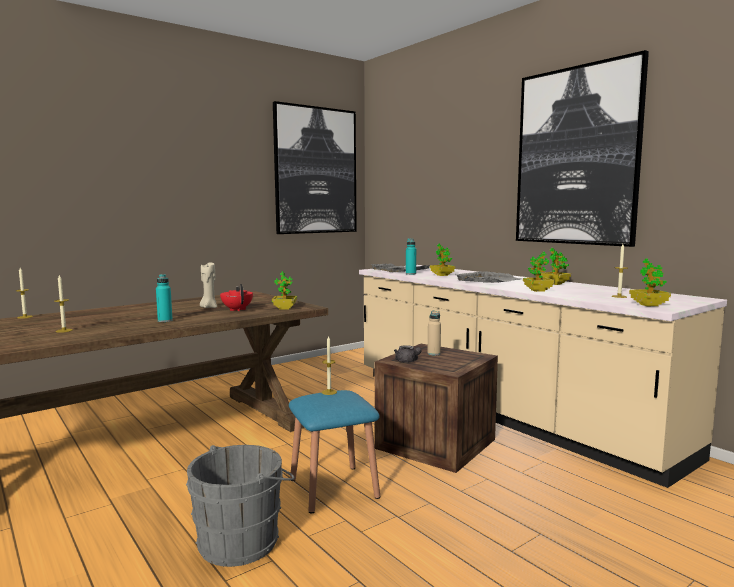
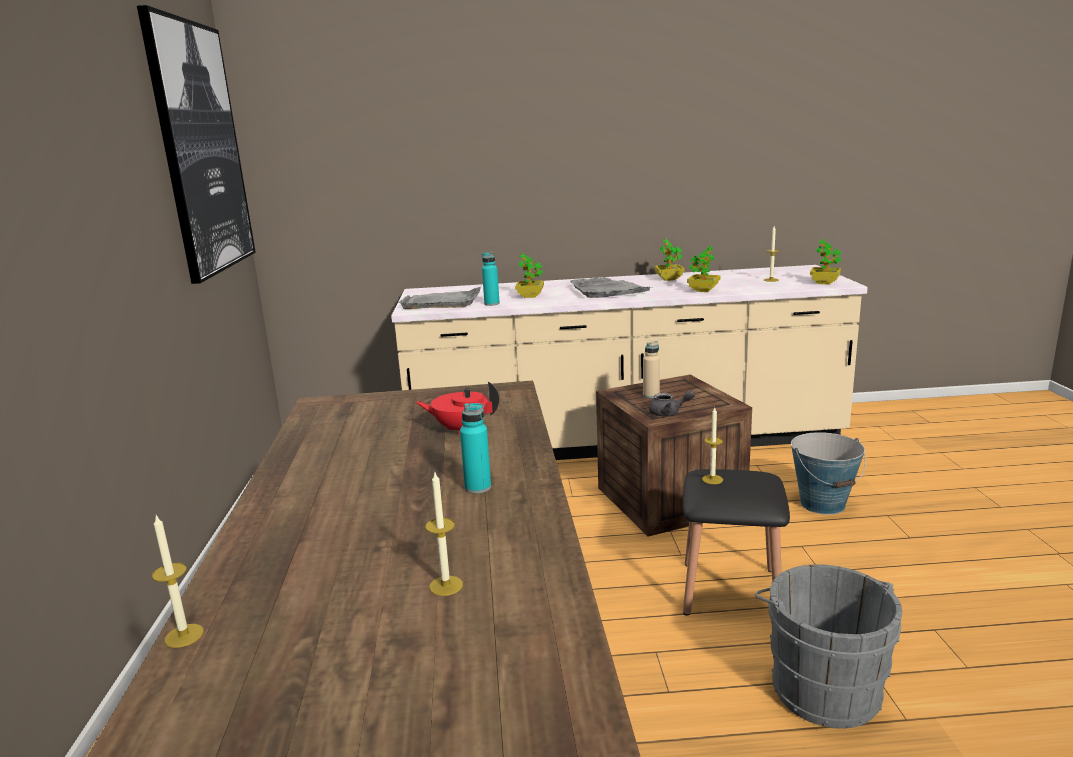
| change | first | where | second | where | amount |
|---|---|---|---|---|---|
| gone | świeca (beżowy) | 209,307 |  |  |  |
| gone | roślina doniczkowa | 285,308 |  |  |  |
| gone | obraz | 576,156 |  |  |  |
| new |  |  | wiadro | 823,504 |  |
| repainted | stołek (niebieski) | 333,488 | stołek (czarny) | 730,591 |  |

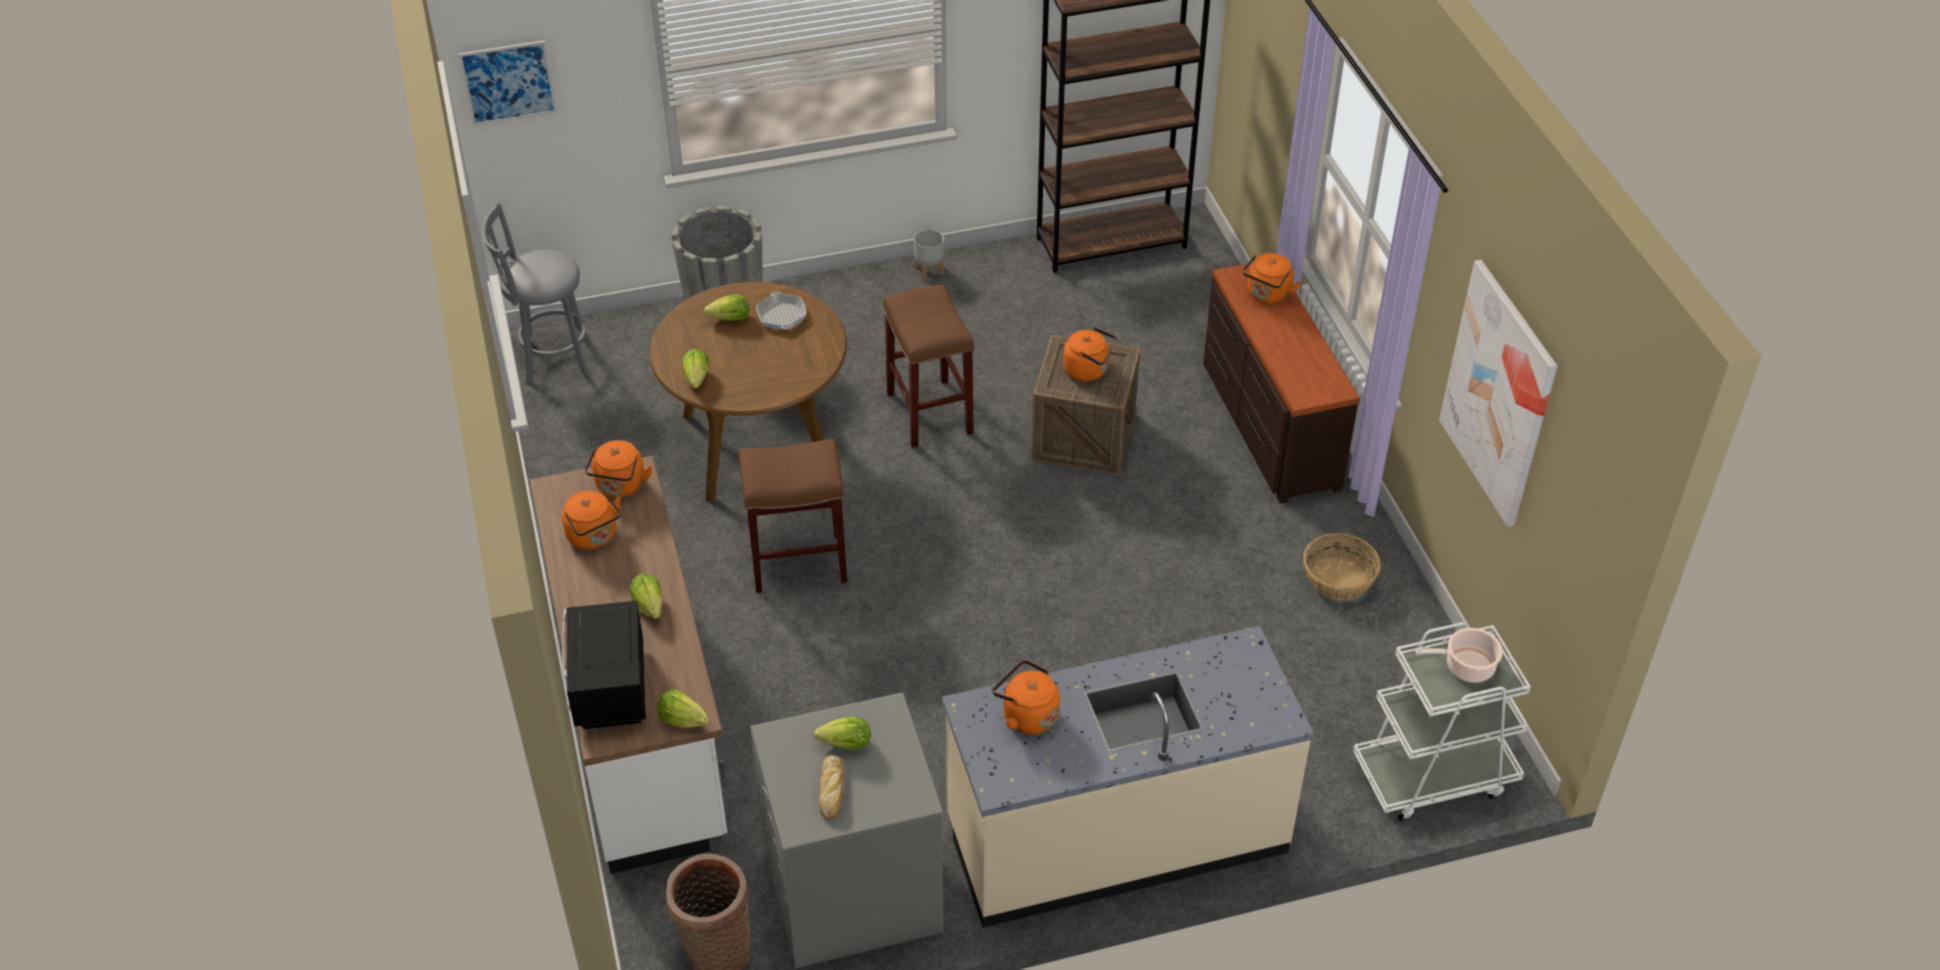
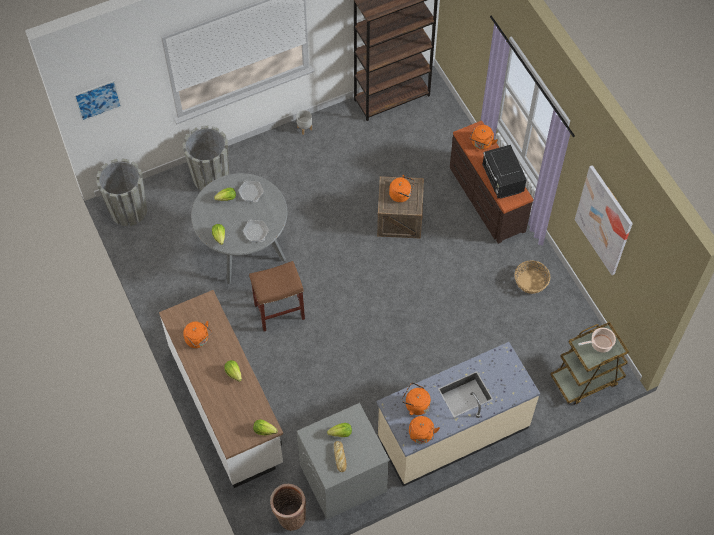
| change | first | where | second | where | amount |
|---|---|---|---|---|---|
| gone | stołek (brązowy) | 930,414 |  |  |  |
| new |  |  | patelnia | 256,232 |  |
| shifted | mikrofalówka (czarny) | 609,689 |  | 502,180 |  |
| shifted | czajnik (pomarańczowy) | 620,487 |  | 421,435 |  |
| swapped | stołek (szary) | 551,358 | donica (szary) | 128,210 |  |
| repainted | stół jadalny (brązowy) | 758,445 | stół jadalny (szary) | 244,247 |  |
| repainted | wózek (biały) | 1433,775 | wózek (brązowy) | 586,379 |  |

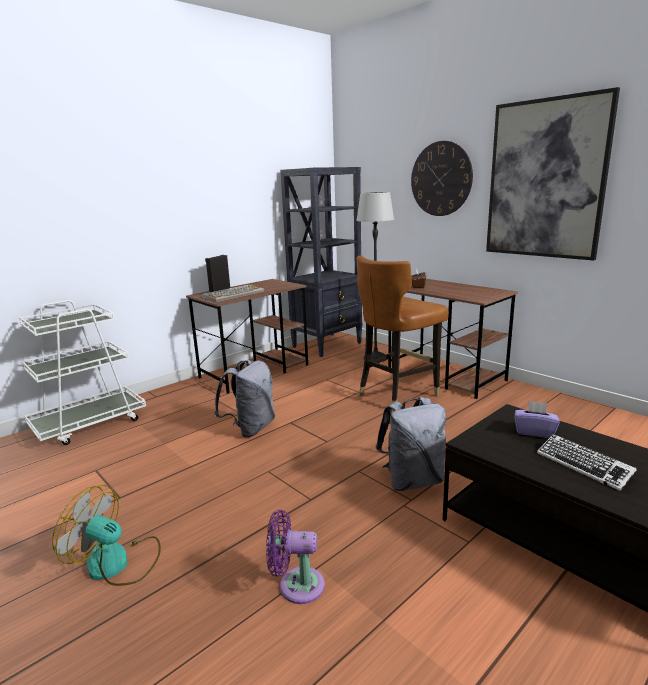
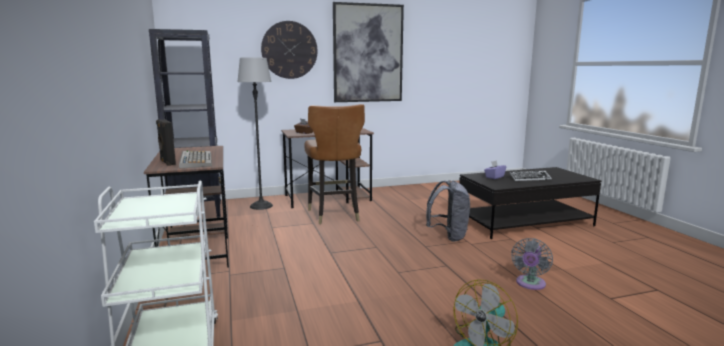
| change | first | where | second | where | amount |
|---|---|---|---|---|---|
| gone | plecak (szary) | 251,428 |  |  |  |
| repainted | wentylator (fioletowy) | 296,585 | wentylator (szary) | 530,284 |  |

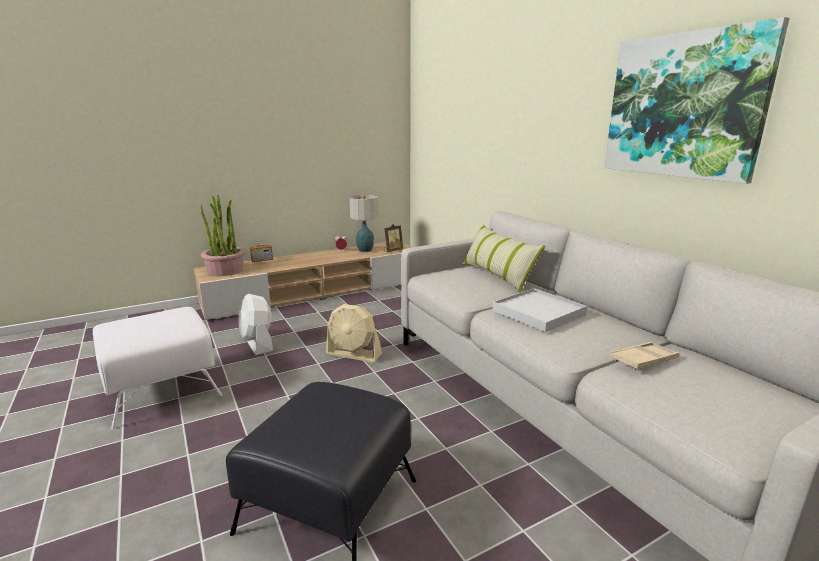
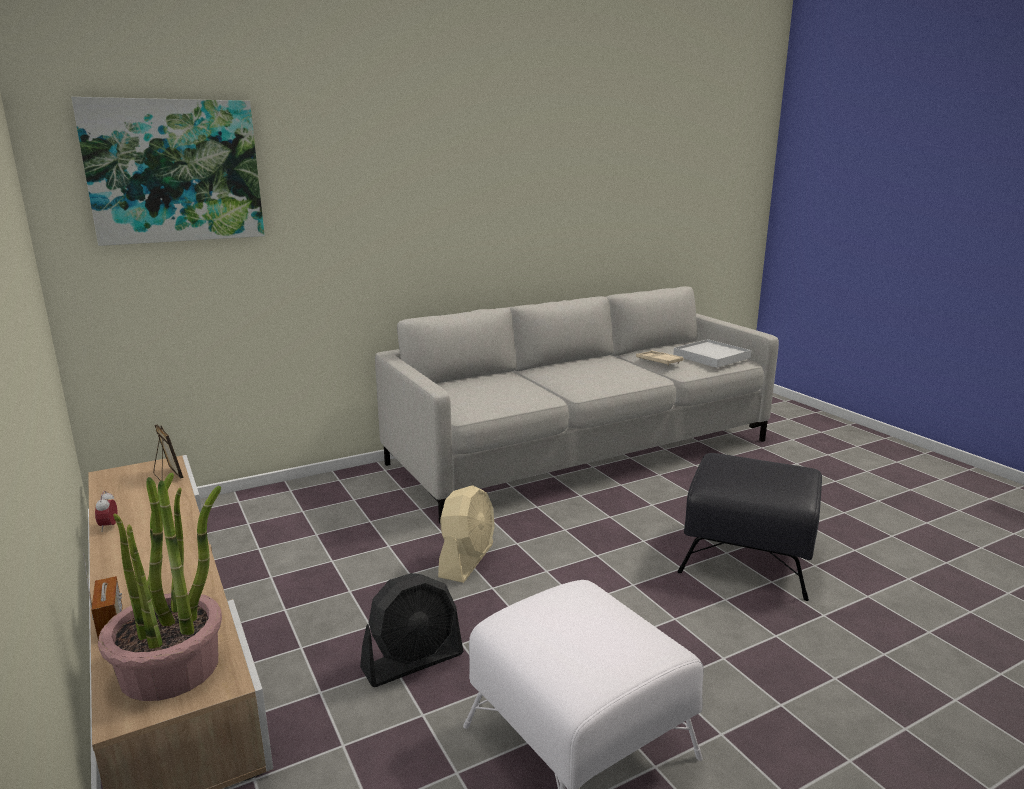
| change | first | where | second | where | amount |
|---|---|---|---|---|---|
| gone | lampa stołowa | 365,250 |  |  |  |
| gone | poduszka | 497,275 |  |  |  |
| shifted | taca (biały) | 539,313 |  | 711,356 |  |
| shifted | obraz | 683,106 |  | 174,171 |  |
| repainted | wentylator (biały) | 257,343 | wentylator (czarny) | 413,661 |  |

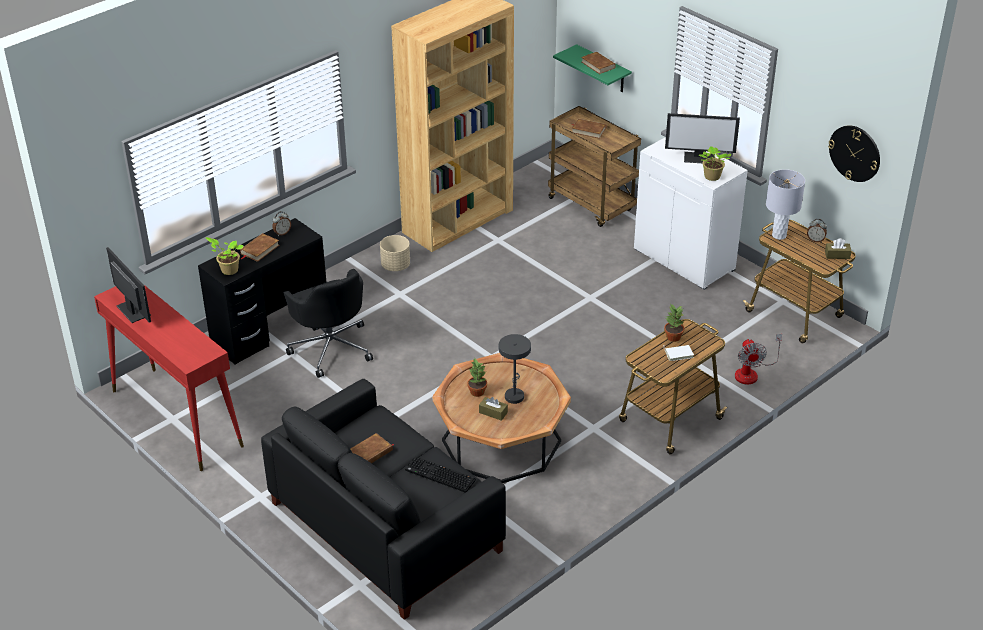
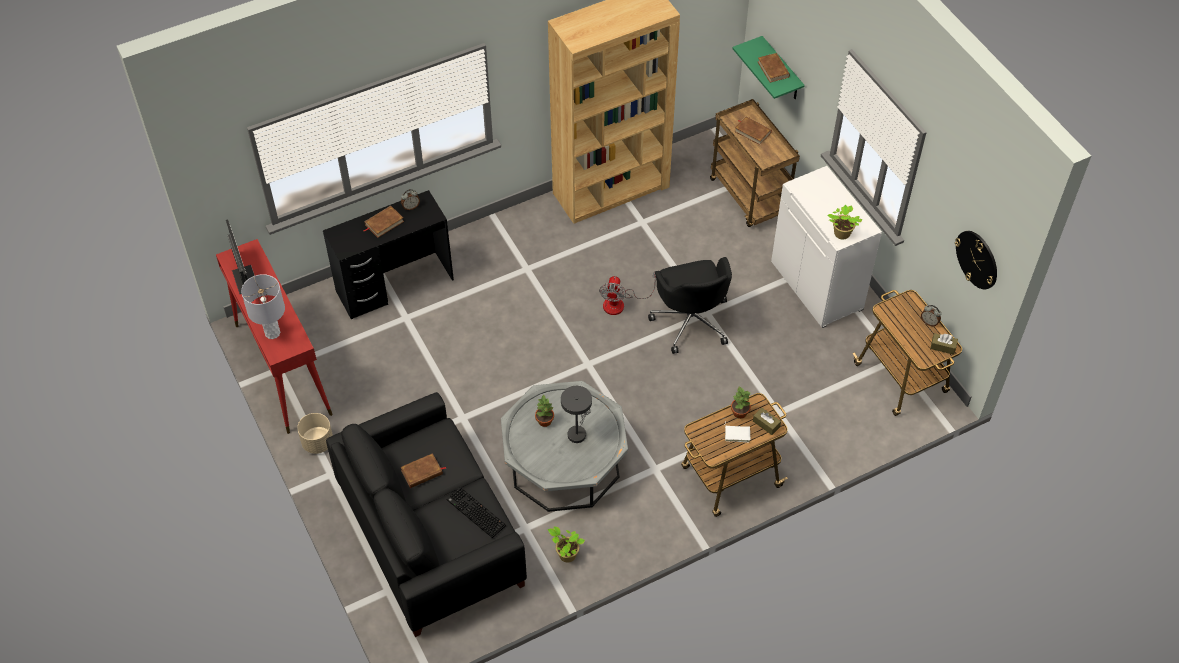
| change | first | where | second | where | amount |
|---|---|---|---|---|---|
| gone | monitor | 700,157 |  |  |  |
| shifted | roślina doniczkowa | 228,270 |  | 566,554 |  |
| shifted | krzesło biurowe (czarny) | 331,347 |  | 691,320 |  |
| shifted | donica (beżowy) | 396,266 |  | 318,442 |  |
| shifted | pudełko chusteczek (brązowy) | 493,412 |  | 766,424 |  |
| shifted | wentylator | 751,372 |  | 620,303 |  |
| shifted | lampa stołowa (szary) | 779,235 |  | 272,333 |  |
| repainted | ława (brązowy) | 501,441 | ława (szary) | 564,464 |  |

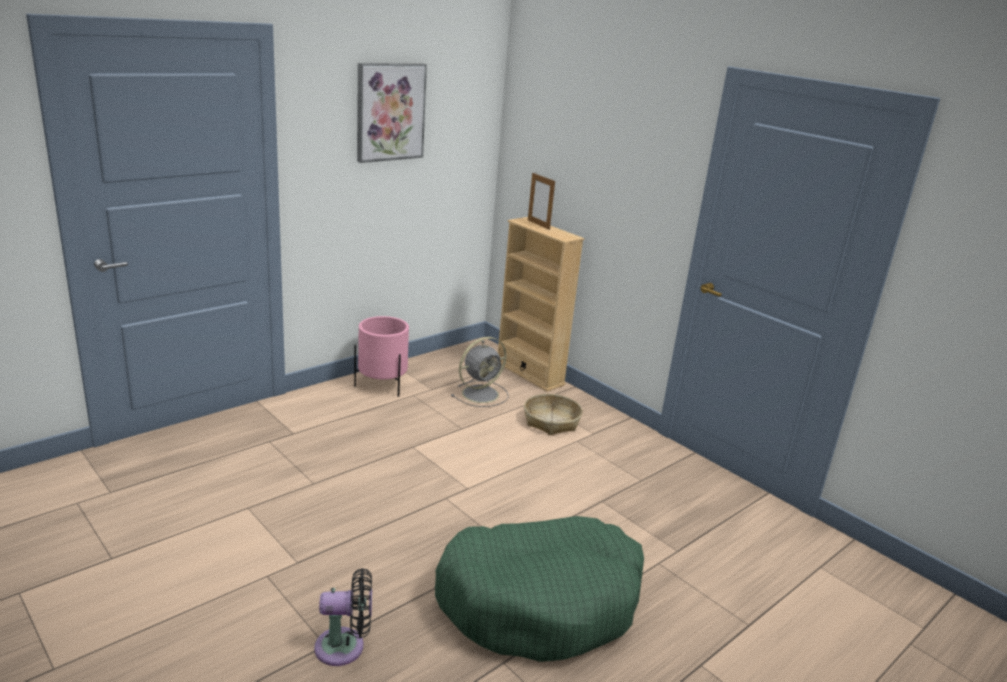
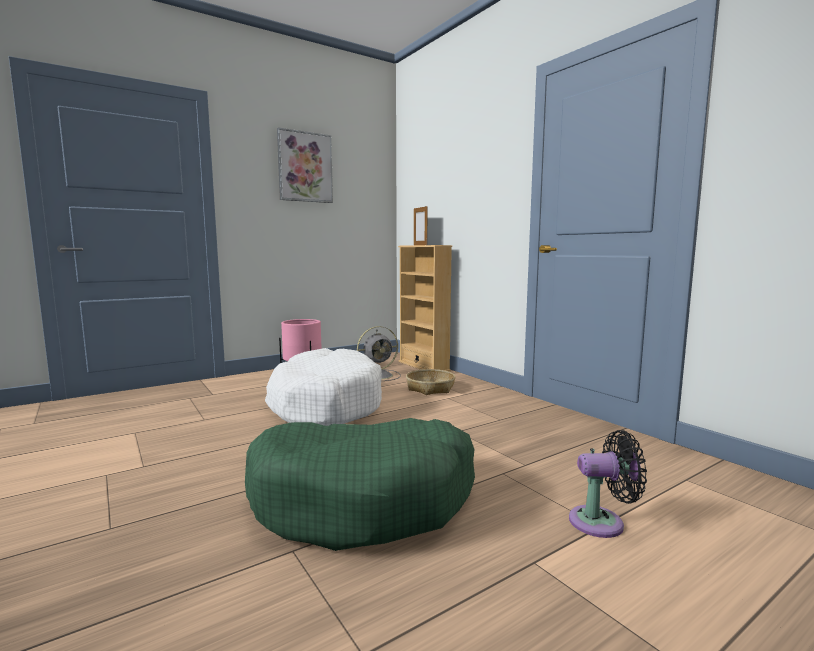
| change | first | where | second | where | amount |
|---|---|---|---|---|---|
| new |  |  | legowisko (biały) | 325,404 |  |
| shifted | wentylator (czarny) | 345,647 |  | 602,522 |  |

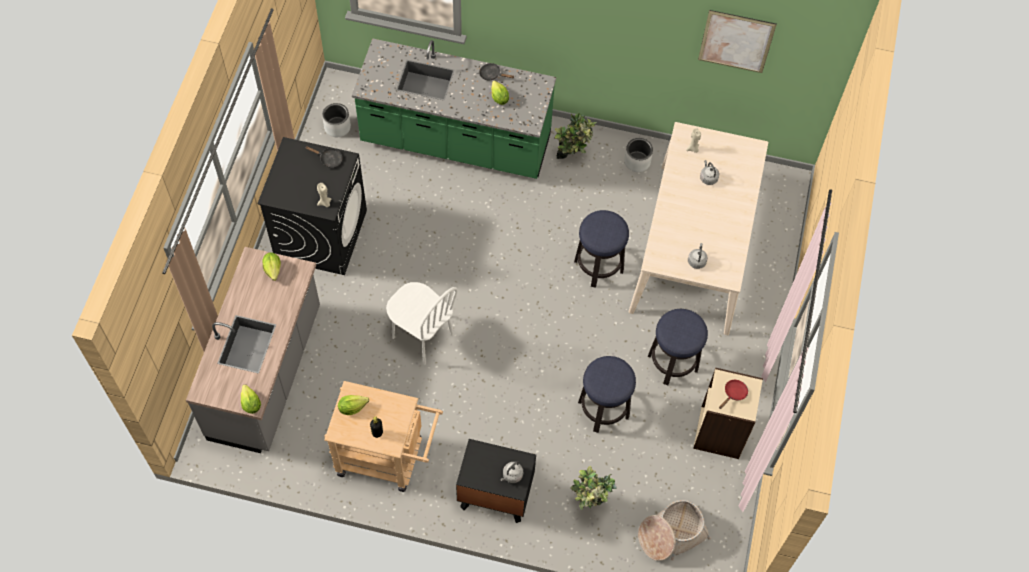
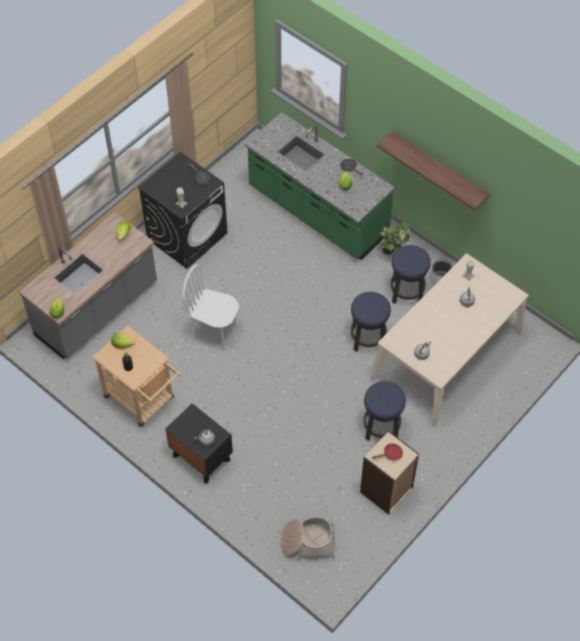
| change | first | where | second | where | amount |
|---|---|---|---|---|---|
| gone | donica (szary) | 337,127 |  |  |  |
| gone | roślina doniczkowa | 589,505 |  |  |  |
| gone | obraz | 736,41 |  |  |  |
| new |  |  | półka | 439,168 |  |
| shifted | stołek | 603,409 |  | 407,292 |  |
| rotated | krzesło (biały) | 422,337 |  | 214,332 | 135 degrees clockwise |

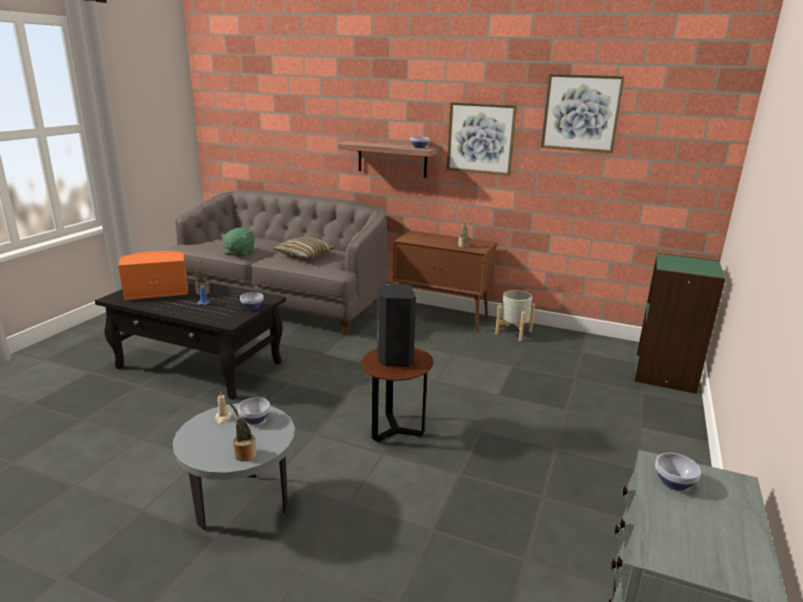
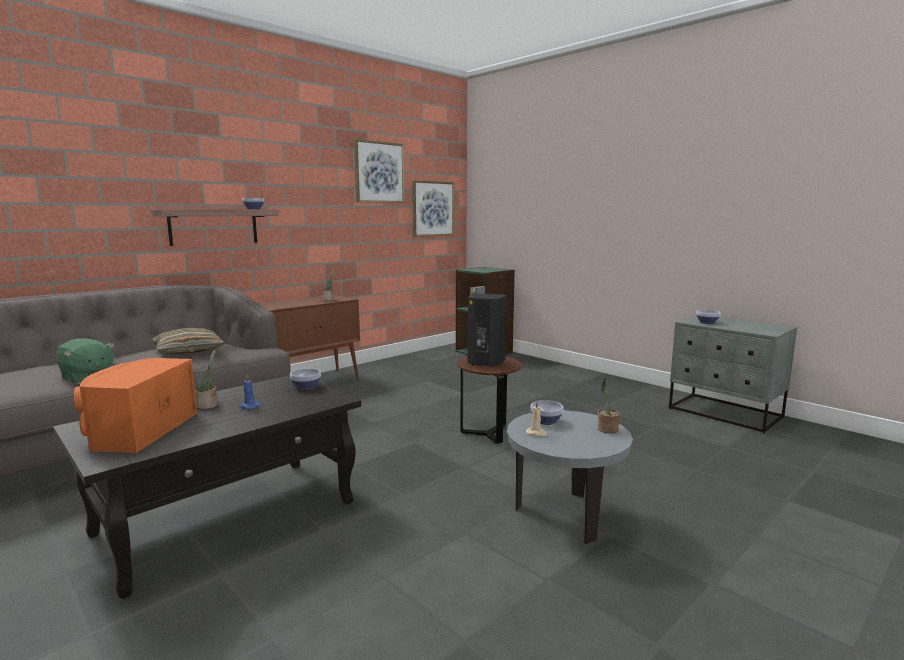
| change | first | where | second | where | amount |
|---|---|---|---|---|---|
| gone | donica (szary) | 513,332 |  |  |  |
| shifted | obraz | 481,138 |  | 433,209 |  |

